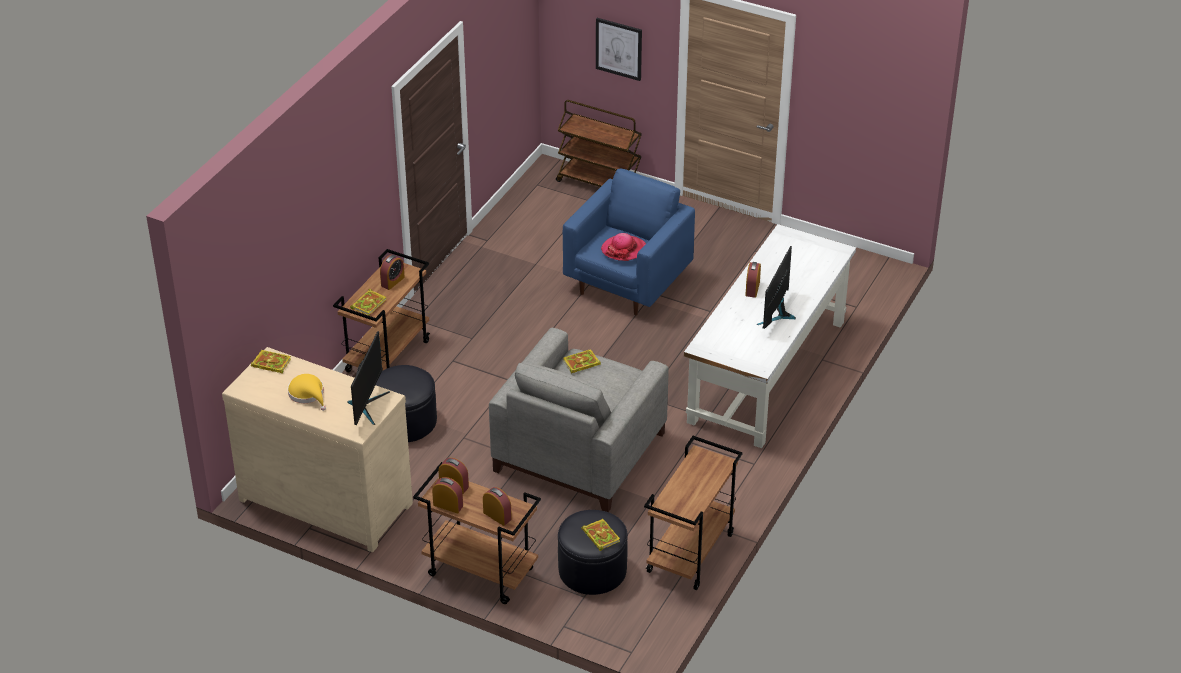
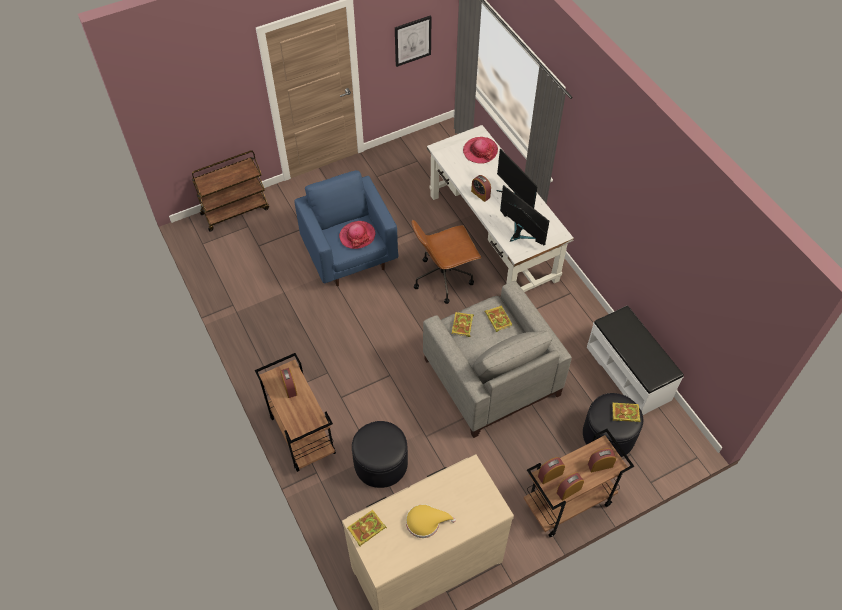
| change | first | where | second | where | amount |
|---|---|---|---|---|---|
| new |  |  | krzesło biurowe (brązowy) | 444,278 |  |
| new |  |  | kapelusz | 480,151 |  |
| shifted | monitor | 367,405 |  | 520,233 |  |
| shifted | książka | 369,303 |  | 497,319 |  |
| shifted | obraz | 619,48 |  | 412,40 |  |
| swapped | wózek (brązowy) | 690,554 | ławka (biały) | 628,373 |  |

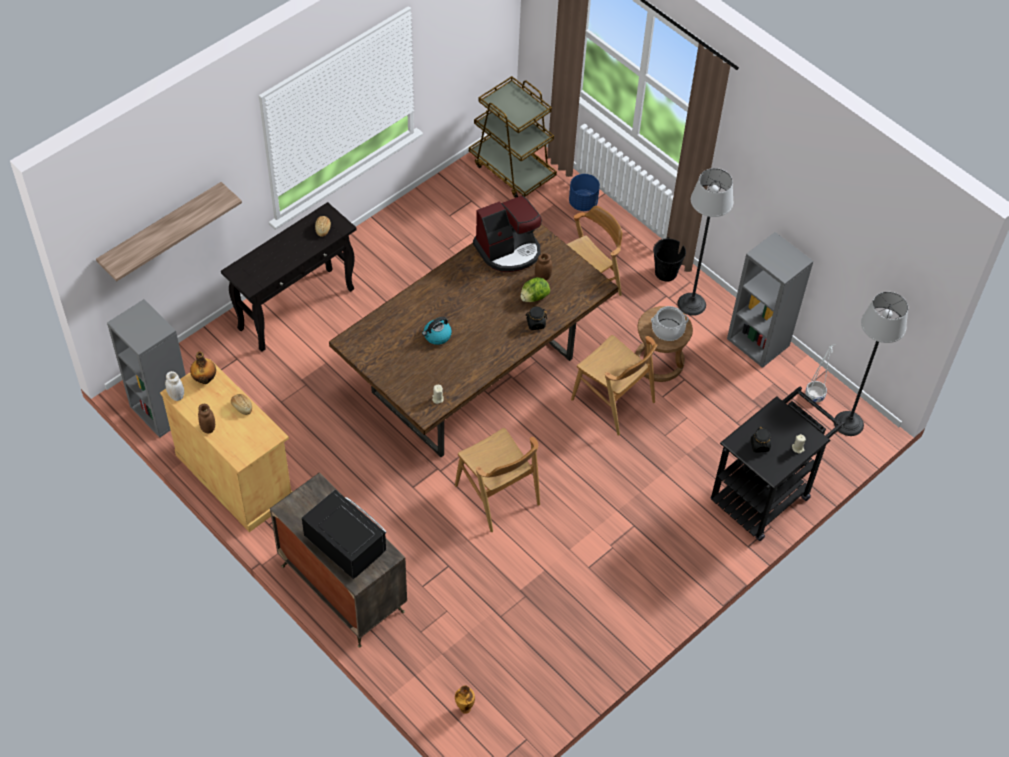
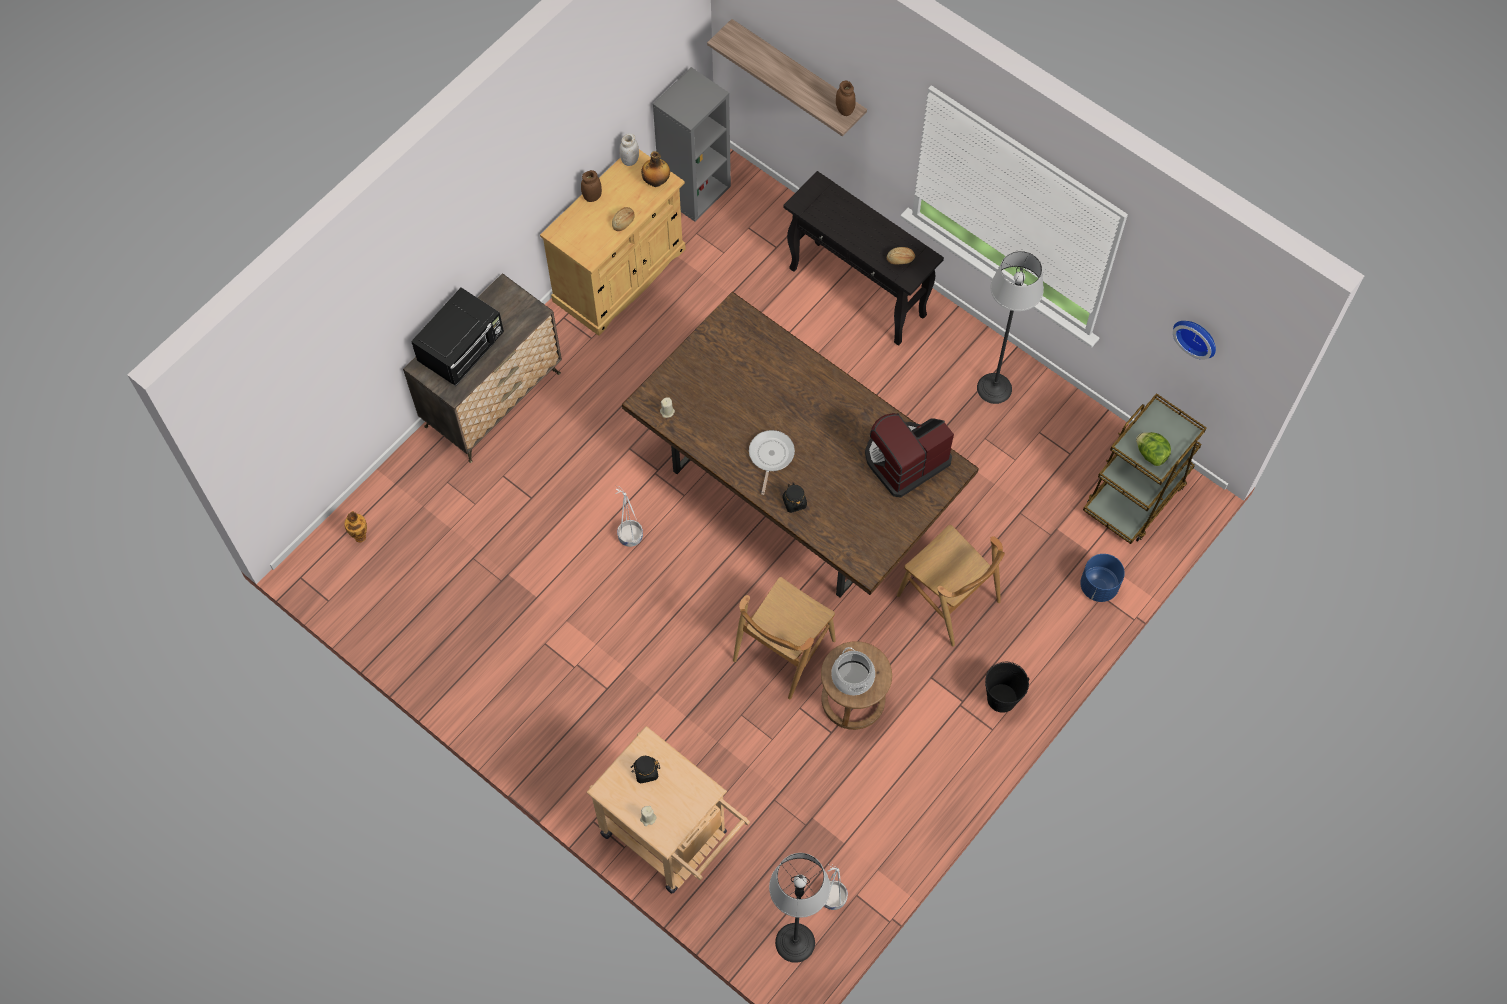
| change | first | where | second | where | amount |
|---|---|---|---|---|---|
| gone | czajnik | 437,336 |  |  |  |
| gone | regał (szary) | 759,342 |  |  |  |
| new |  |  | patelnia | 770,456 |  |
| new |  |  | zegar ścienny | 1197,336 |  |
| shifted | sałata | 534,297 |  | 1150,454 |  |
| shifted | słoik (brązowy) | 543,277 |  | 844,110 |  |
| shifted | lampa stojąca | 692,304 |  | 994,388 |  |
| swapped | krzesło (brązowy) | 497,495 | donica (biały) | 629,536 |  |
| repainted | wózek (czarny) | 765,493 | wózek (beżowy) | 672,839 |  |
| rotated | ekspres do kawy | 509,250 |  | 905,460 | 90 degrees clockwise |

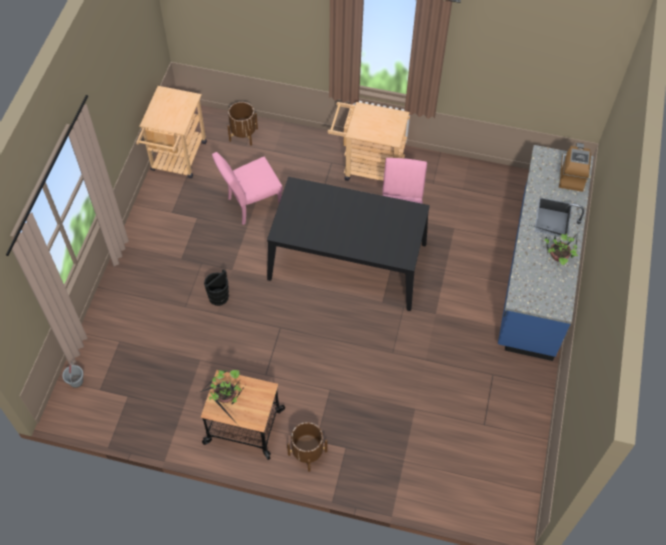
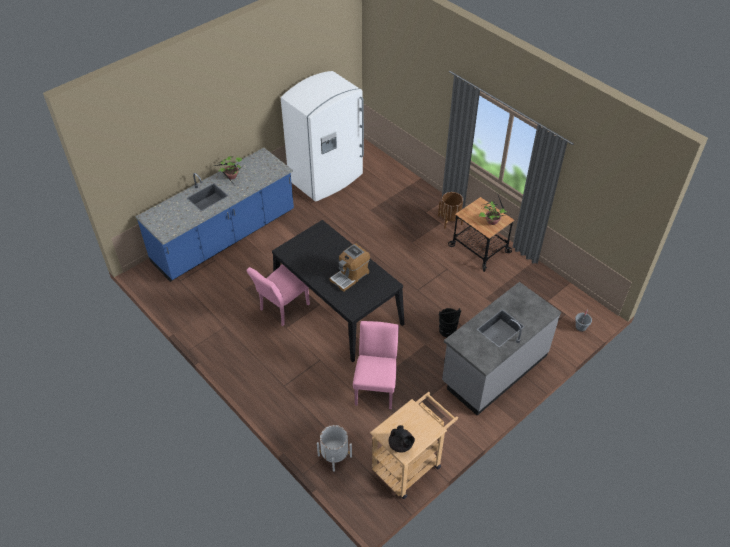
| change | first | where | second | where | amount |
|---|---|---|---|---|---|
| gone | wózek (beżowy) | 367,167 |  |  |  |
| new |  |  | lodówka (biały) | 327,178 |  |
| new |  |  | imbryk (czarny) | 401,445 |  |
| new |  |  | zabudowa kuchenna (szary) | 494,369 |  |
| shifted | ekspres do kawy | 572,174 |  | 350,276 |  |
| repainted | donica (brązowy) | 243,134 | donica (biały) | 334,456 |  |
| rotated | krzesło (różowy) | 250,205 |  | 376,386 | 90 degrees counterclockwise |

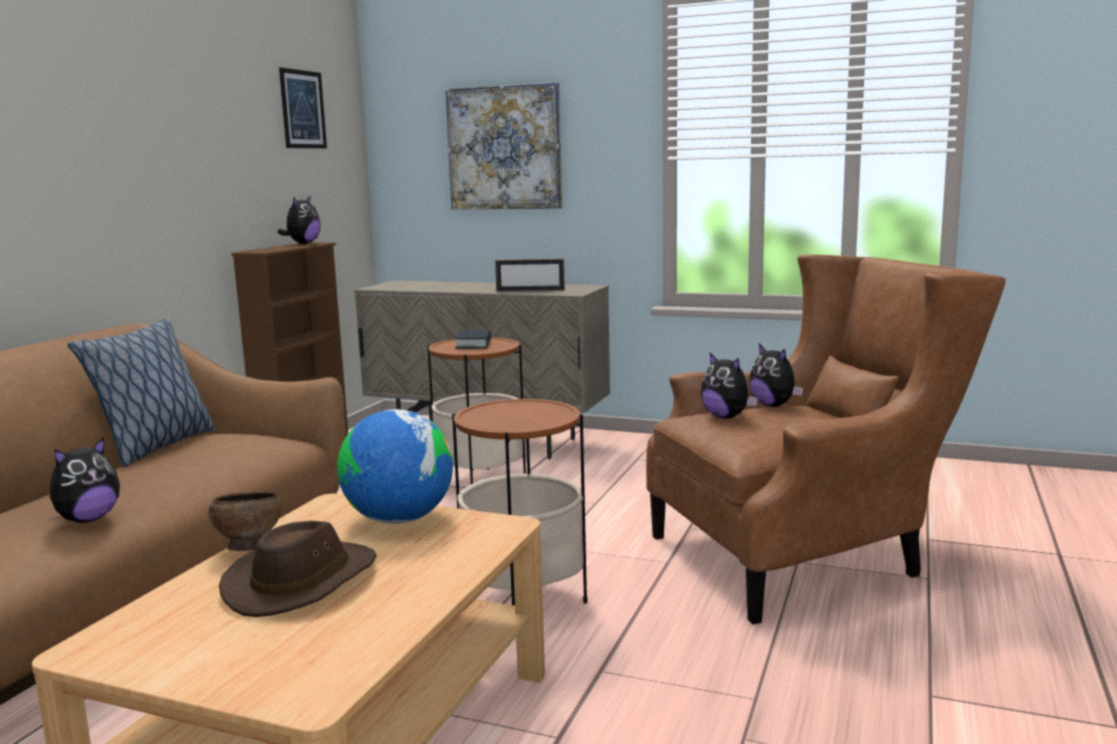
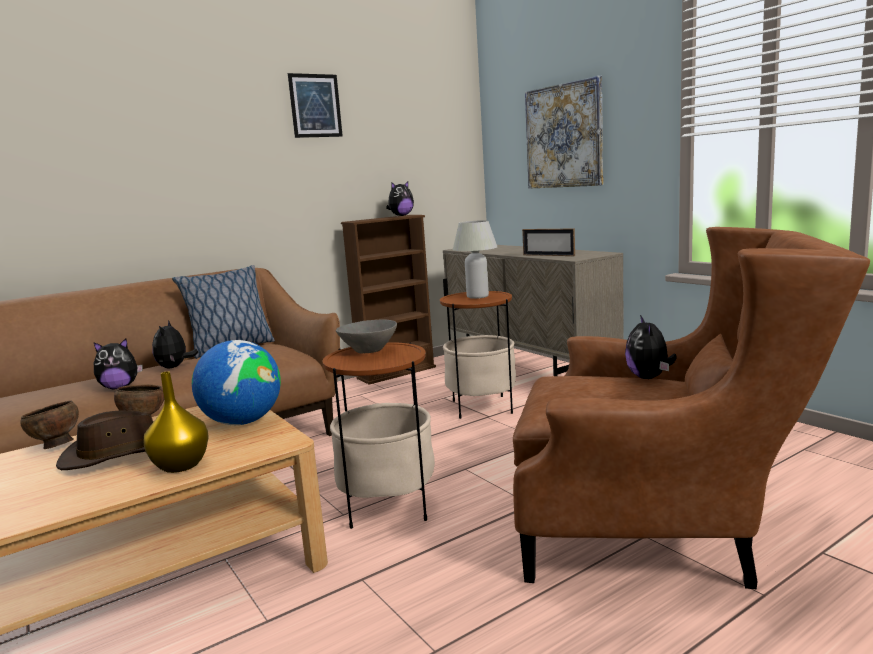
| change | first | where | second | where | amount |
|---|---|---|---|---|---|
| new |  |  | miska (brązowy) | 55,446 |  |
| new |  |  | wazon (żółty) | 179,465 |  |
| new |  |  | miska (szary) | 368,350 |  |
| shifted | obraz | 303,109 |  | 315,106 |  |
| shifted | pluszak | 726,417 |  | 174,367 |  |
| swapped | książka | 474,344 | lampa stołowa (biały) | 477,296 |  |

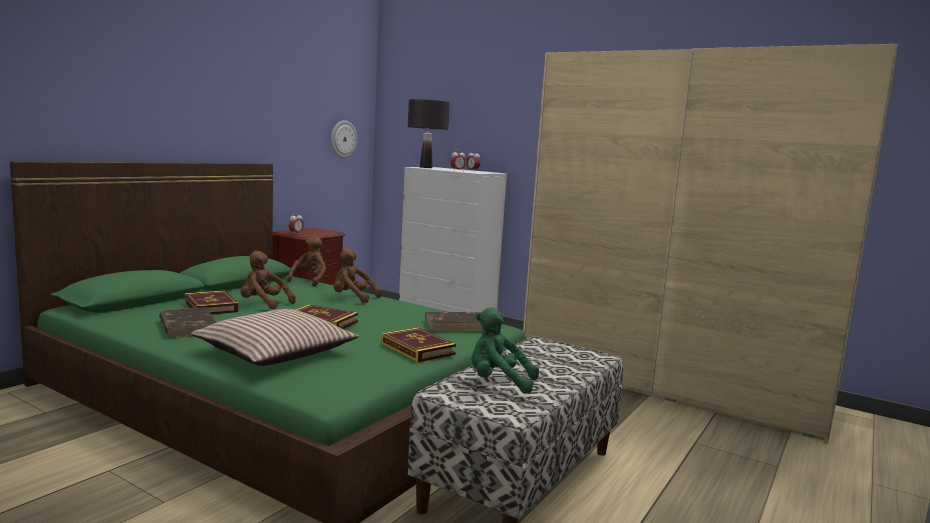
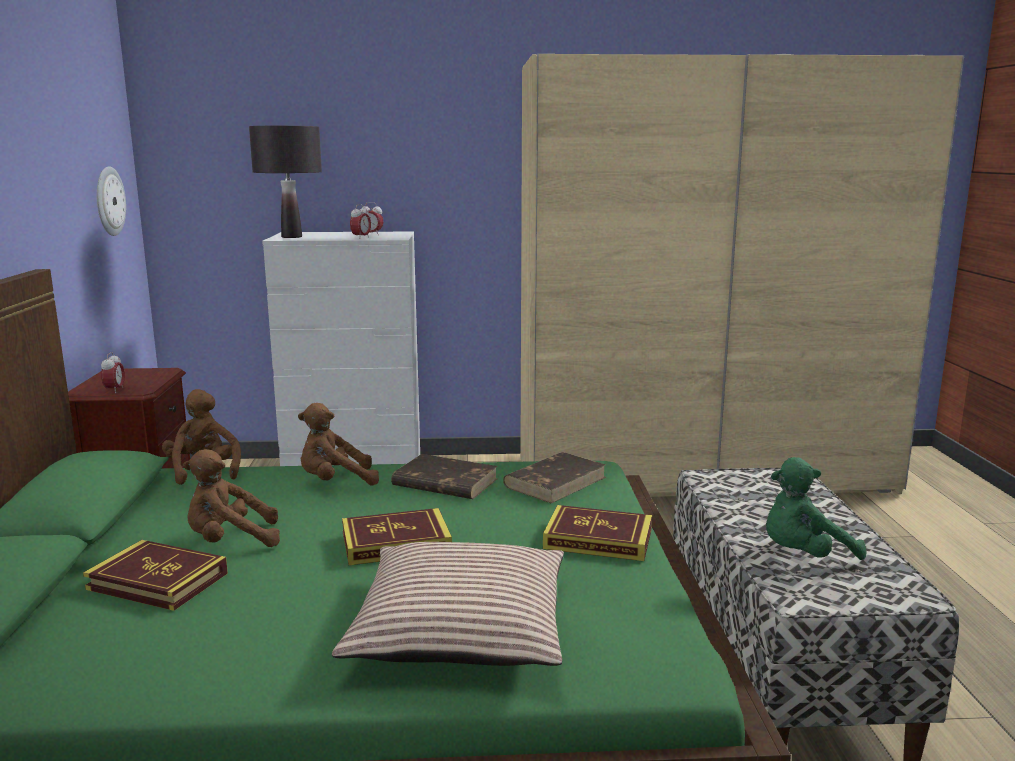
| change | first | where | second | where | amount |
|---|---|---|---|---|---|
| shifted | książka (brązowy) | 187,326 |  | 444,482 |  |

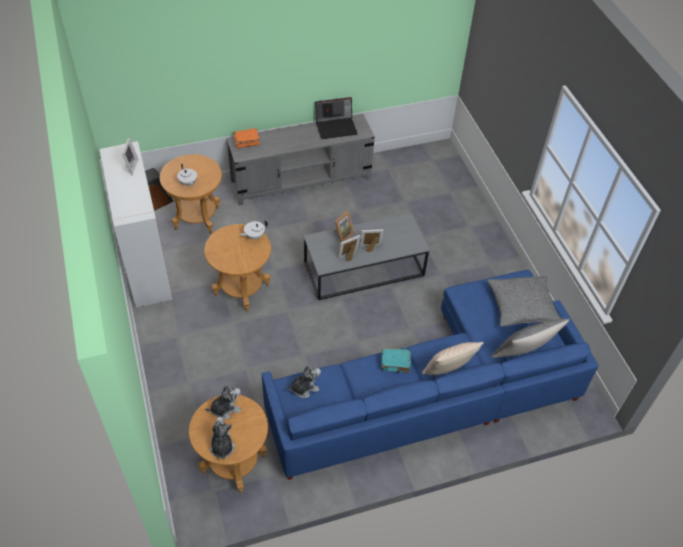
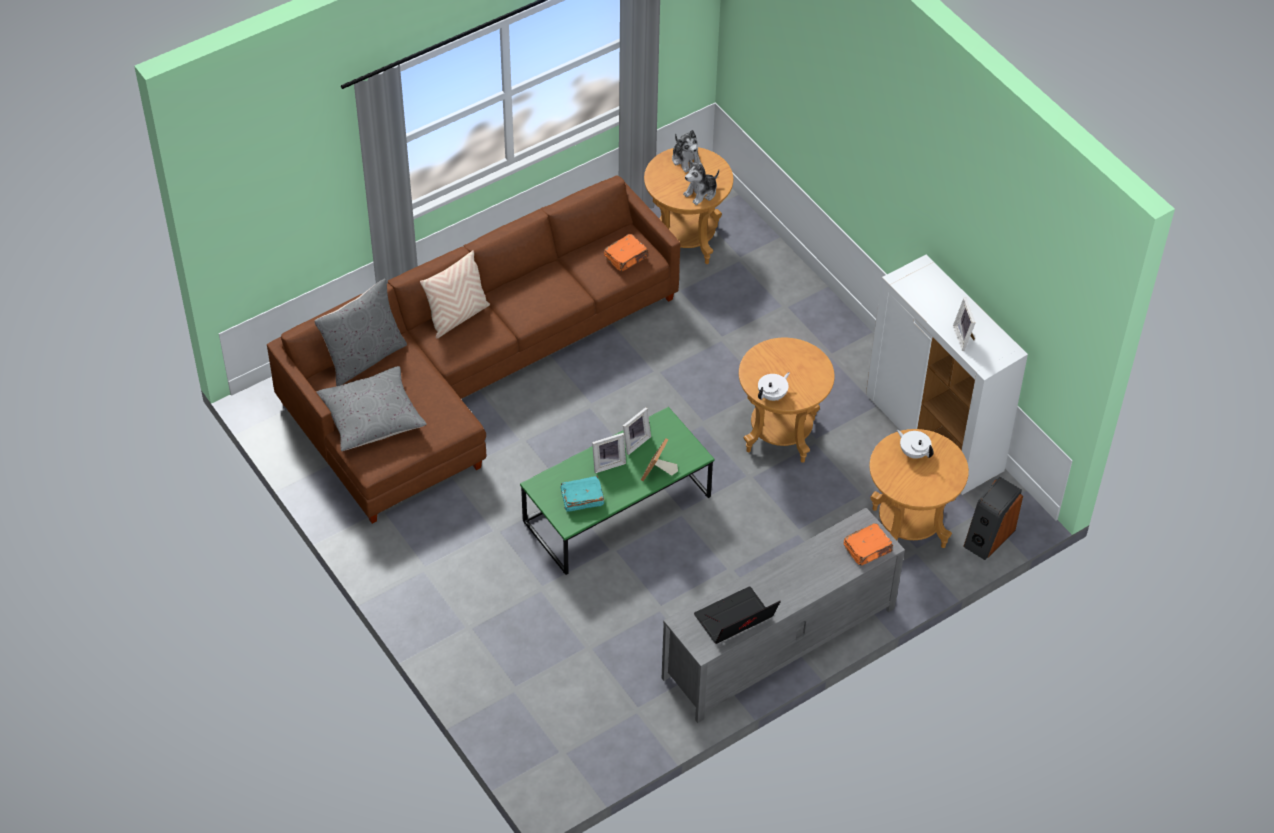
| change | first | where | second | where | amount |
|---|---|---|---|---|---|
| shifted | książka (turkusowy) | 395,364 |  | 581,499 |  |
| swapped | pluszak | 304,388 | książka (pomarańczowy) | 626,258 |  |
| repainted | kanapa (niebieski) | 436,389 | kanapa (brązowy) | 468,371 |  |
| repainted | ława (szary) | 364,269 | ława (zielony) | 617,510 |  |

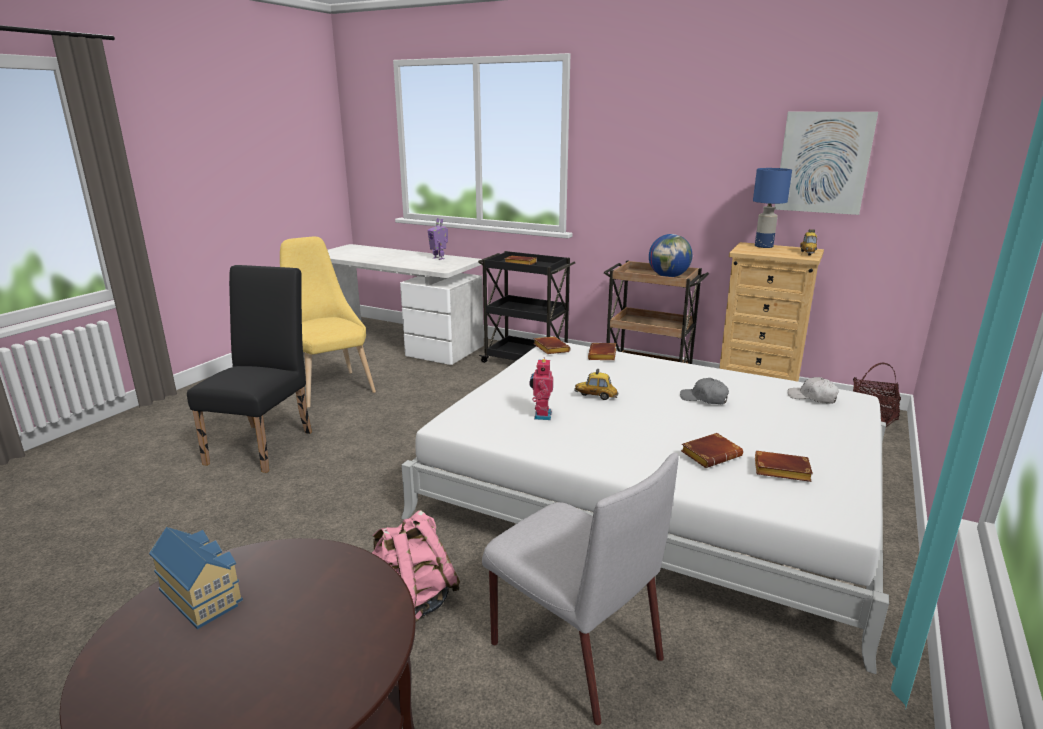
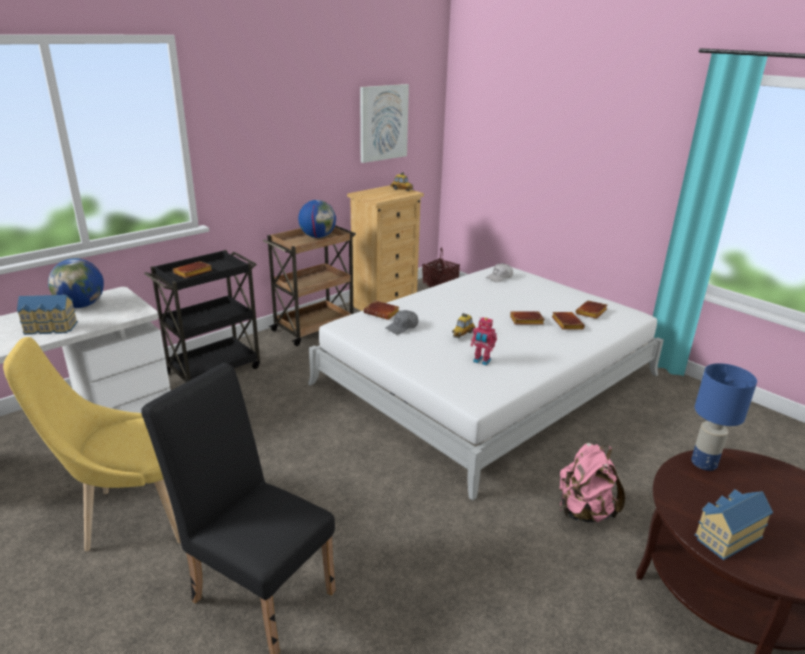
| change | first | where | second | where | amount |
|---|---|---|---|---|---|
| gone | krzesło (szary) | 573,649 |  |  |  |
| new |  |  | domek | 50,328 |  |
| shifted | książka (brązowy) | 549,348 |  | 525,321 |  |
| shifted | czapka z daszkiem (szary) | 704,399 |  | 402,327 |  |
| shifted | lampa stołowa (niebieski) | 764,246 |  | 703,463 |  |
| swapped | robot zabawkowy | 439,258 | globus | 81,305 |  |

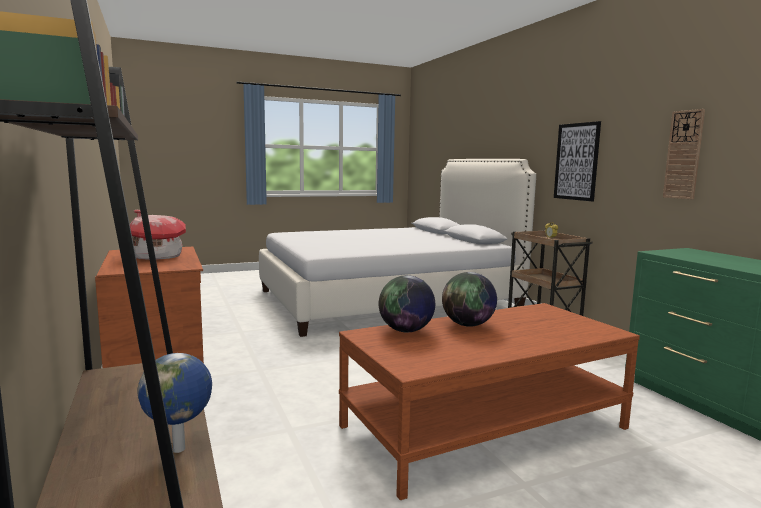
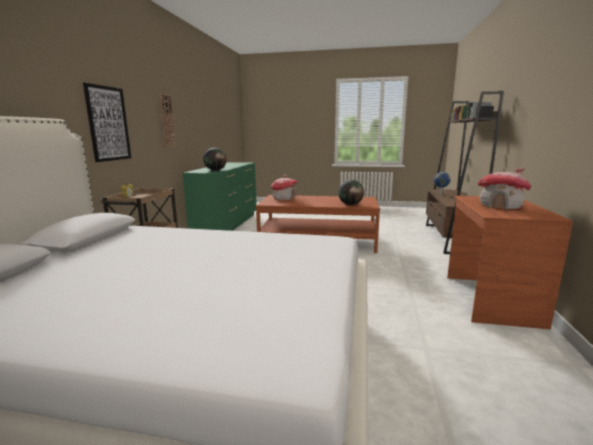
| change | first | where | second | where | amount |
|---|---|---|---|---|---|
| new |  |  | domek | 284,198 |  |
| shifted | globus | 468,325 |  | 215,170 |  |

